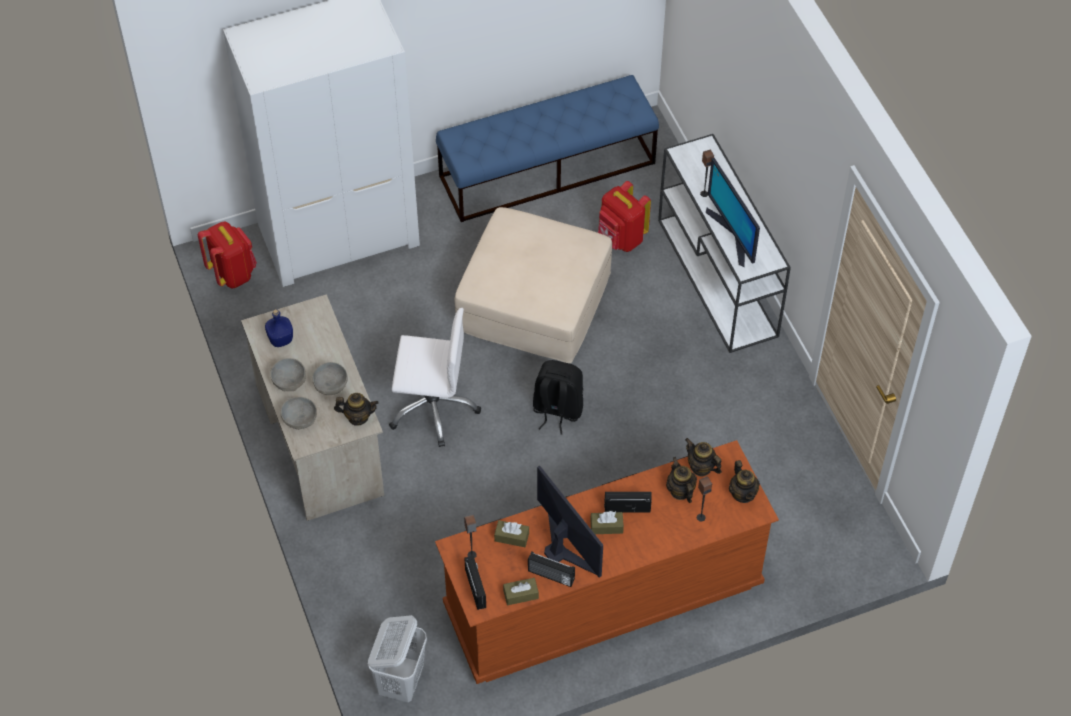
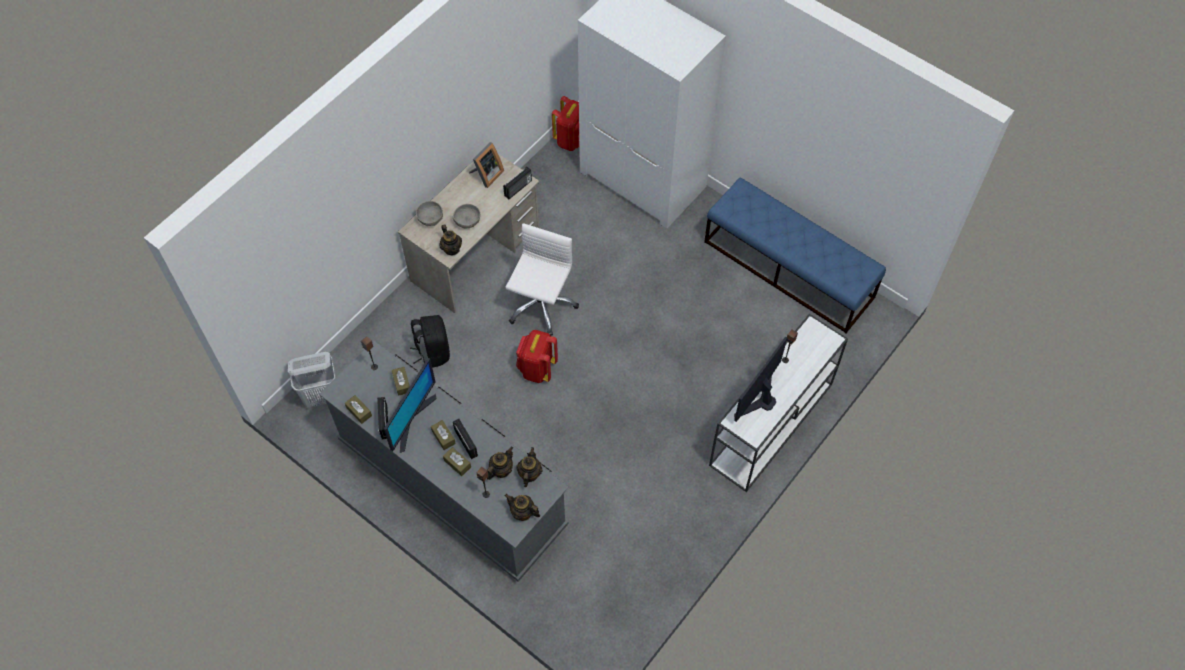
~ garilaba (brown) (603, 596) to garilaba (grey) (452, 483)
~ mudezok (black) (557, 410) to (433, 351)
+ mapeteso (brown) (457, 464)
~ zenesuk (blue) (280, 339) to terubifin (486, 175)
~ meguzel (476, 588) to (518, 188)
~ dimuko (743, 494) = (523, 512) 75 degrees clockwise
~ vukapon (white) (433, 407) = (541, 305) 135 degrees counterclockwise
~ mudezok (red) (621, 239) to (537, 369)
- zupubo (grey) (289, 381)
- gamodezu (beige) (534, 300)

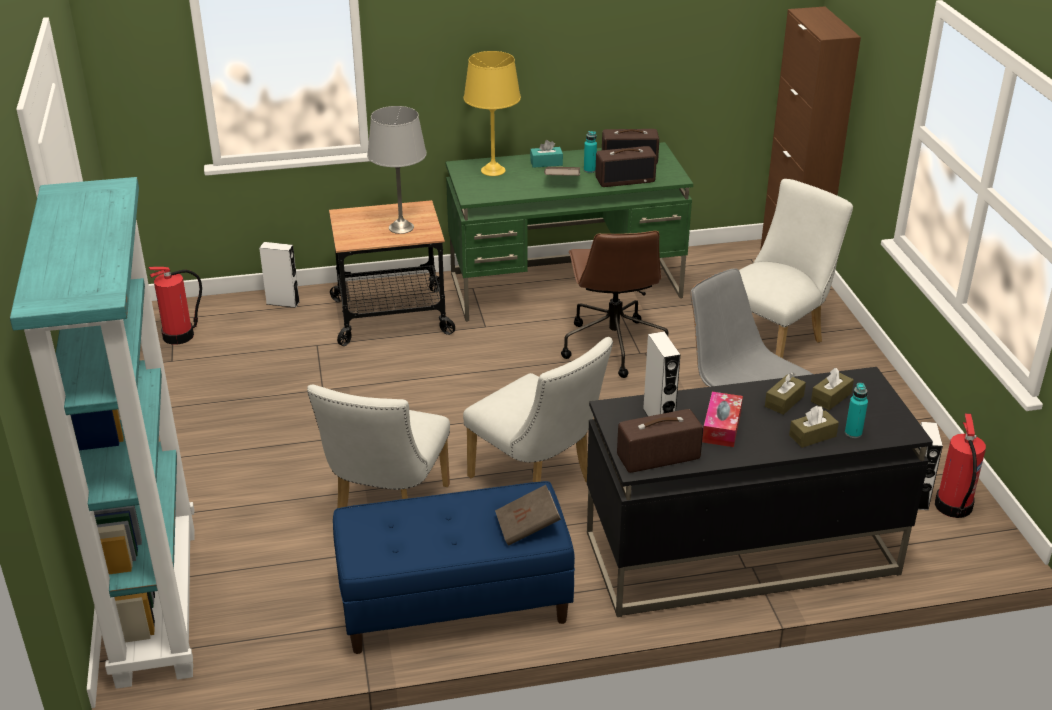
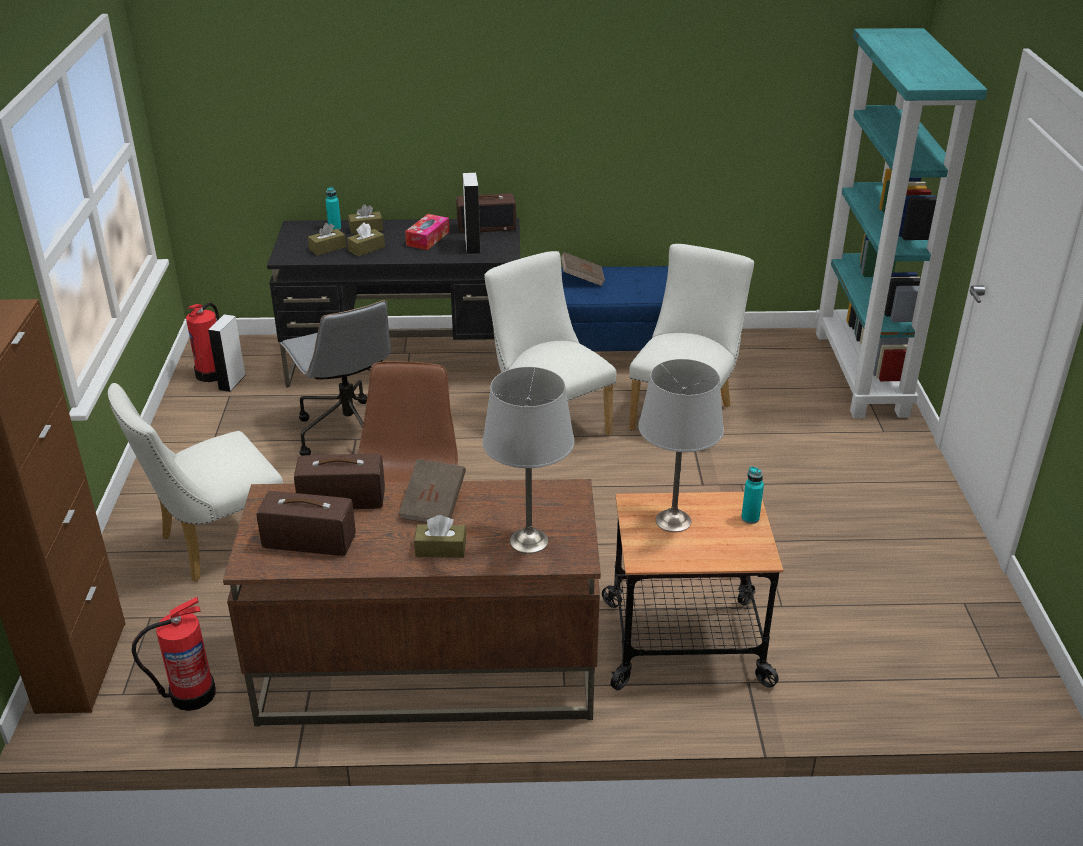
~ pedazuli (179, 335) to (191, 694)
~ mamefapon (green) (566, 286) to mamefapon (brown) (426, 671)
~ mapeteso (turquoise) (546, 163) to mapeteso (brown) (440, 549)
~ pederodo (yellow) (493, 170) to pederodo (grey) (528, 541)
~ zenesuk (turquoise) (589, 170) to (750, 518)
- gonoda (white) (283, 302)

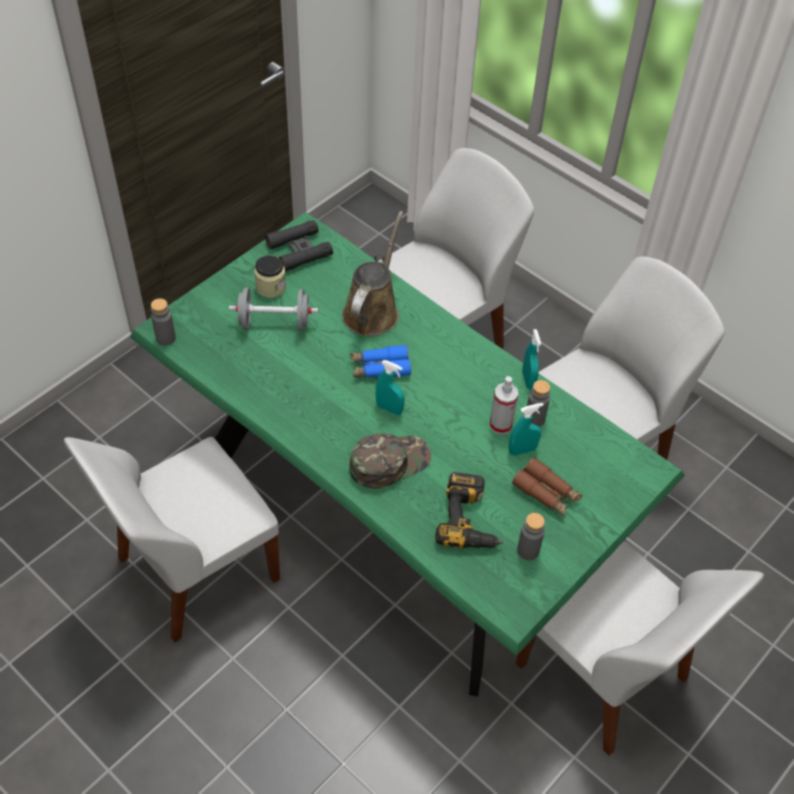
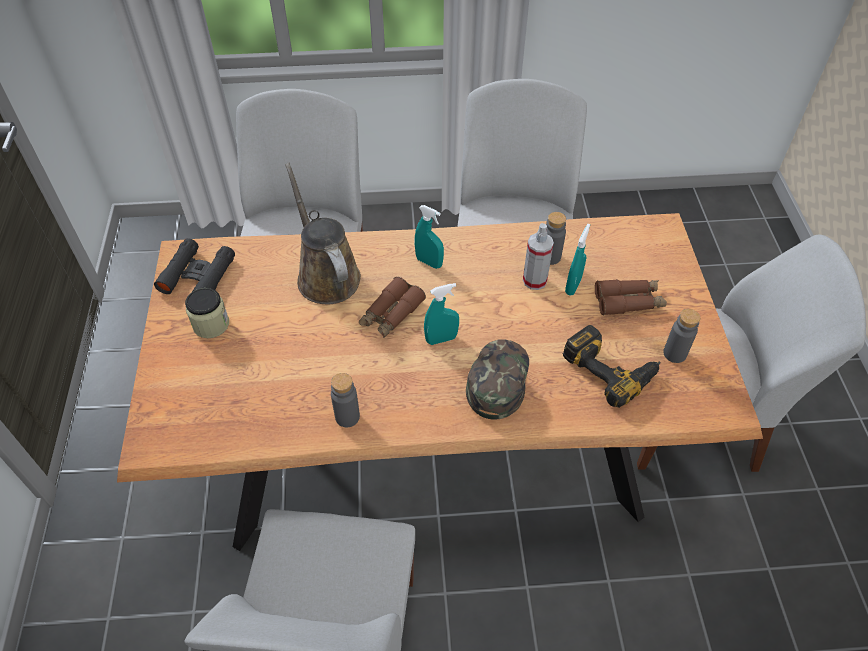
~ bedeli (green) (391, 515) to bedeli (brown) (433, 447)
~ zenesuk (grey) (165, 338) to (347, 417)
~ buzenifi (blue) (380, 367) to buzenifi (brown) (391, 314)
~ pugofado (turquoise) (528, 380) to (429, 262)
- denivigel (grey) (274, 323)

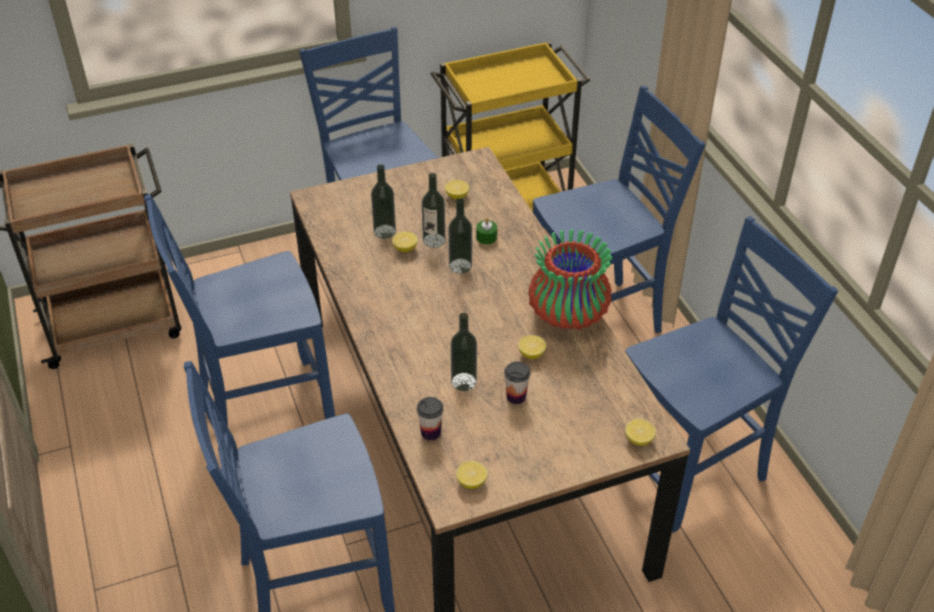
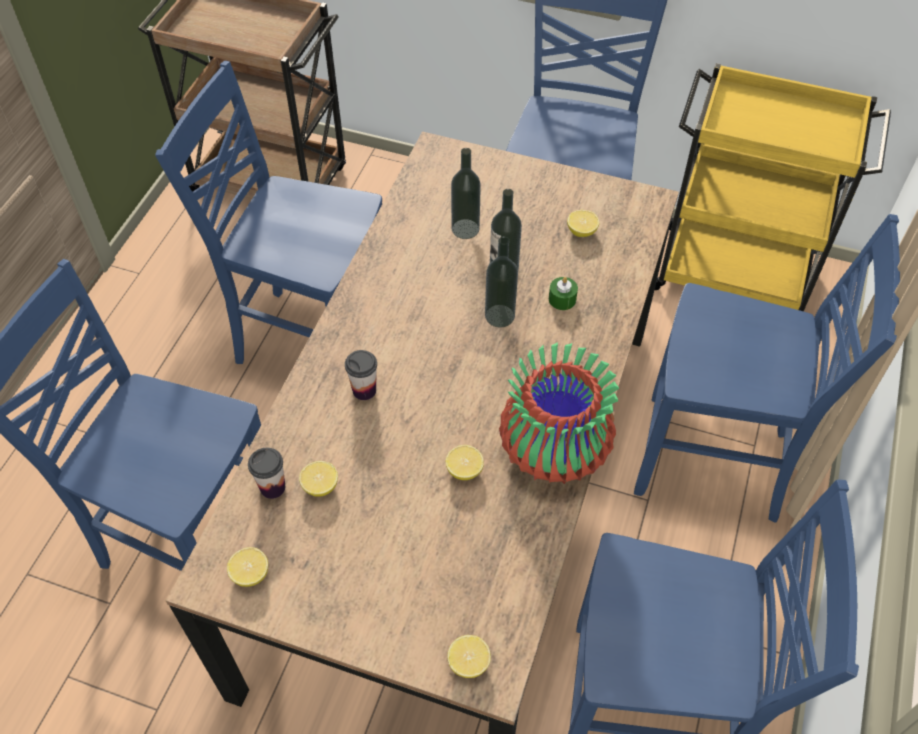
~ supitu (405, 248) to (320, 486)
~ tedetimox (516, 397) to (364, 390)
- zenesuk (463, 382)

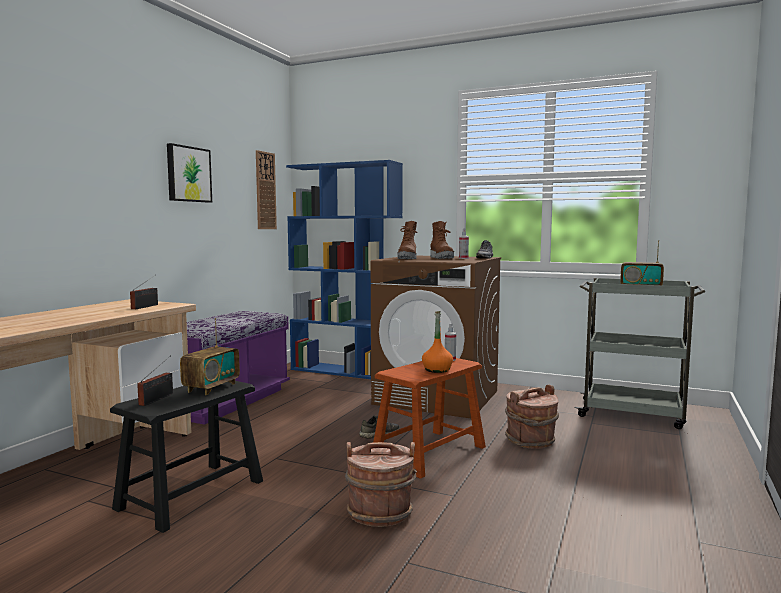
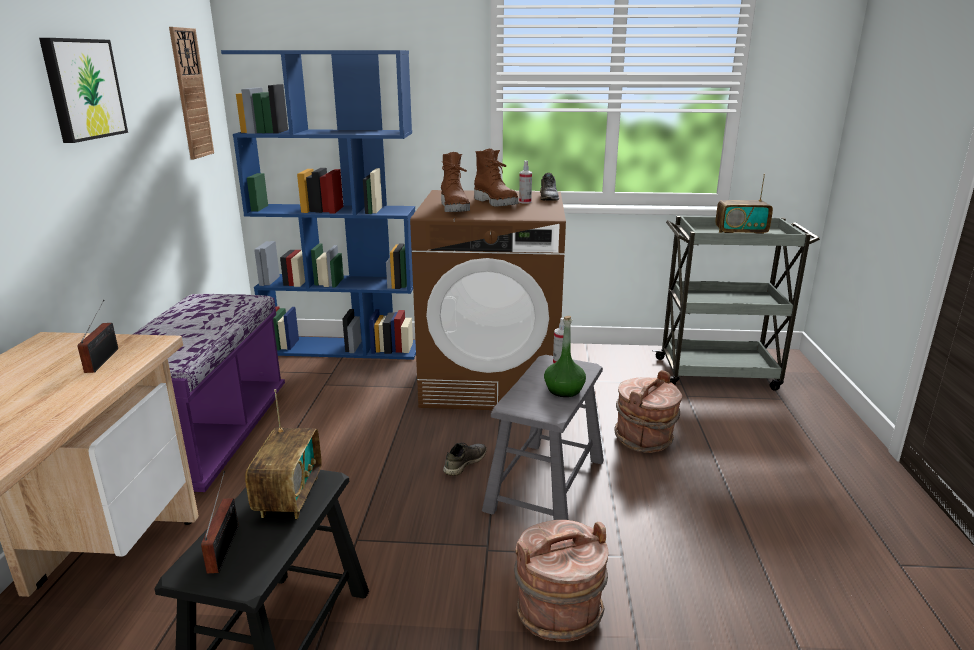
~ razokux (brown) (429, 452) to razokux (grey) (546, 485)
~ zenesuk (orange) (437, 370) to zenesuk (green) (564, 390)

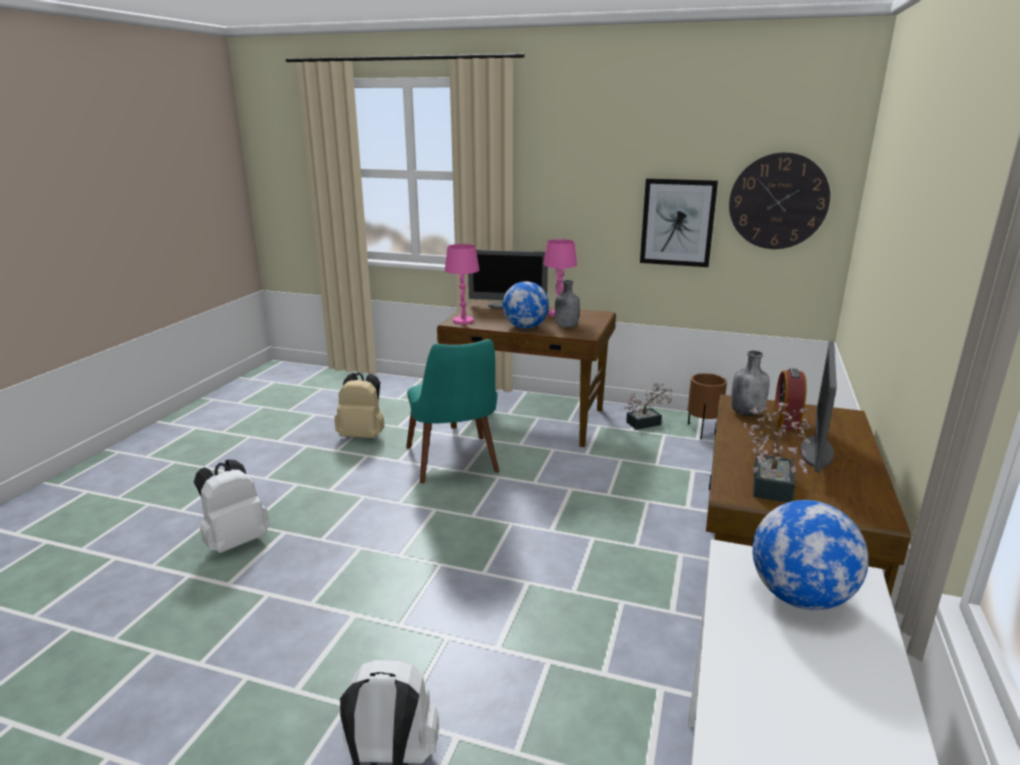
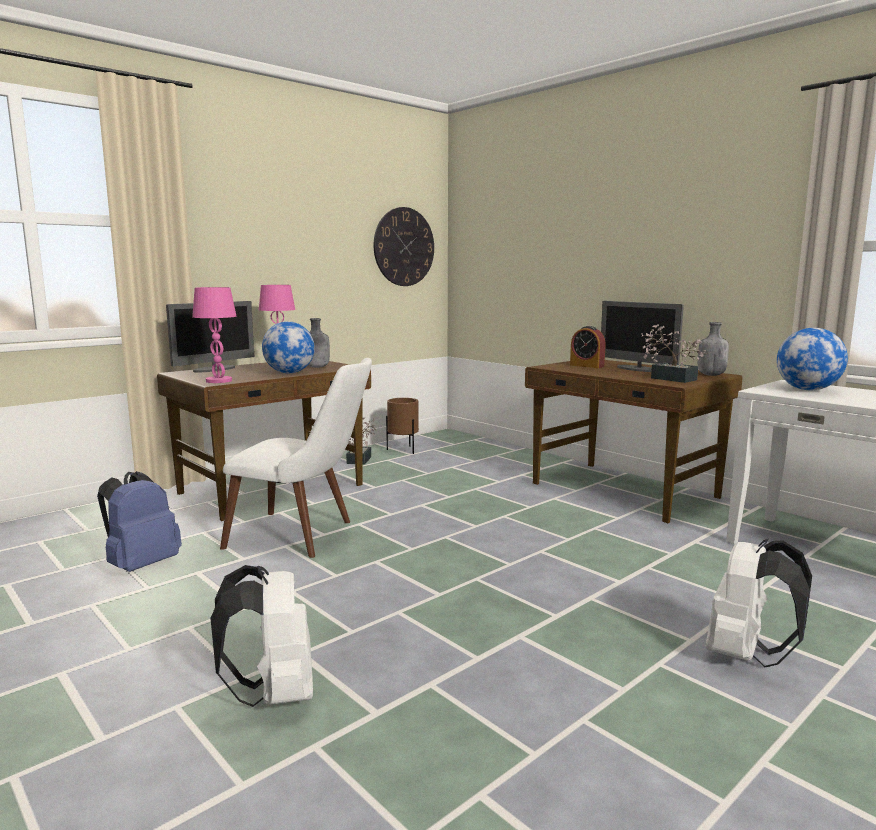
~ mudezok (beige) (363, 435) to mudezok (blue) (141, 565)
~ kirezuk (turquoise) (455, 465) to kirezuk (white) (305, 535)
~ zenesuk (grey) (746, 413) to (710, 375)
- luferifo (677, 222)

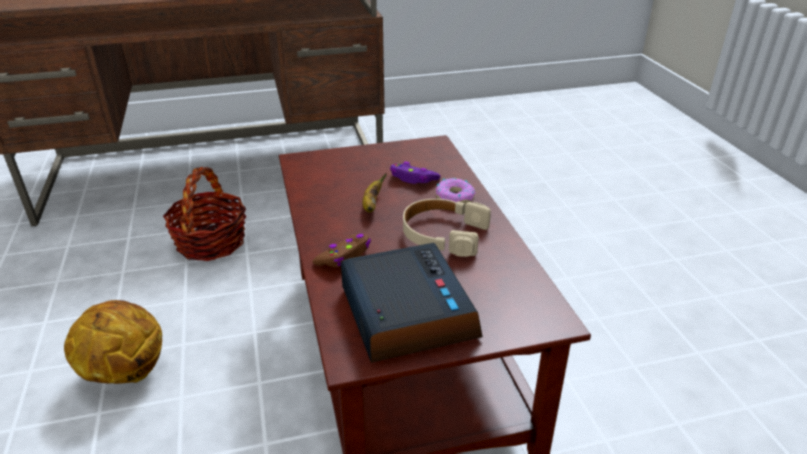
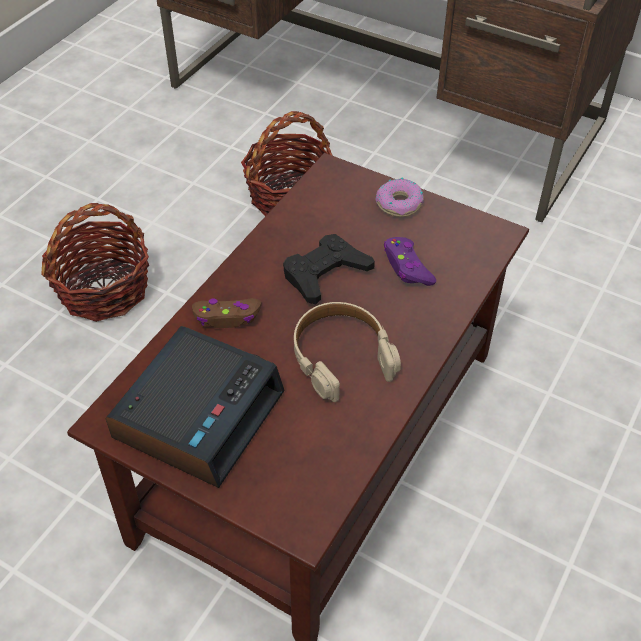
~ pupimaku (124, 373) to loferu (104, 289)
~ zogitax (372, 204) to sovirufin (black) (325, 274)
~ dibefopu (455, 198) to (399, 204)

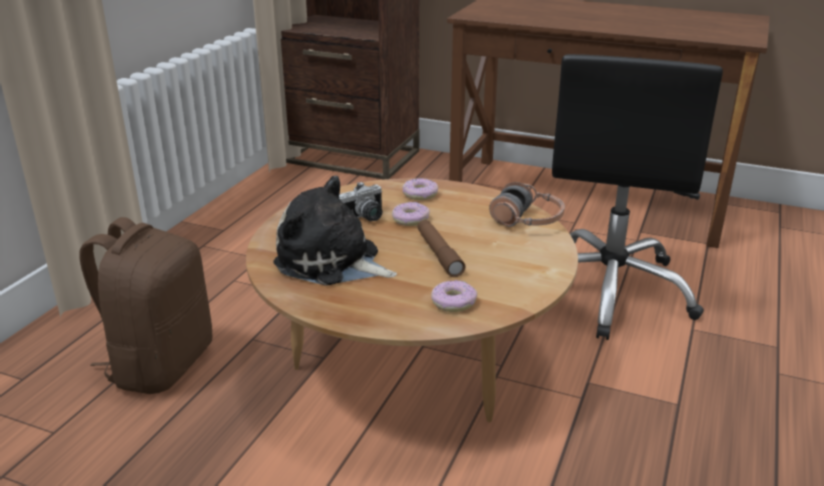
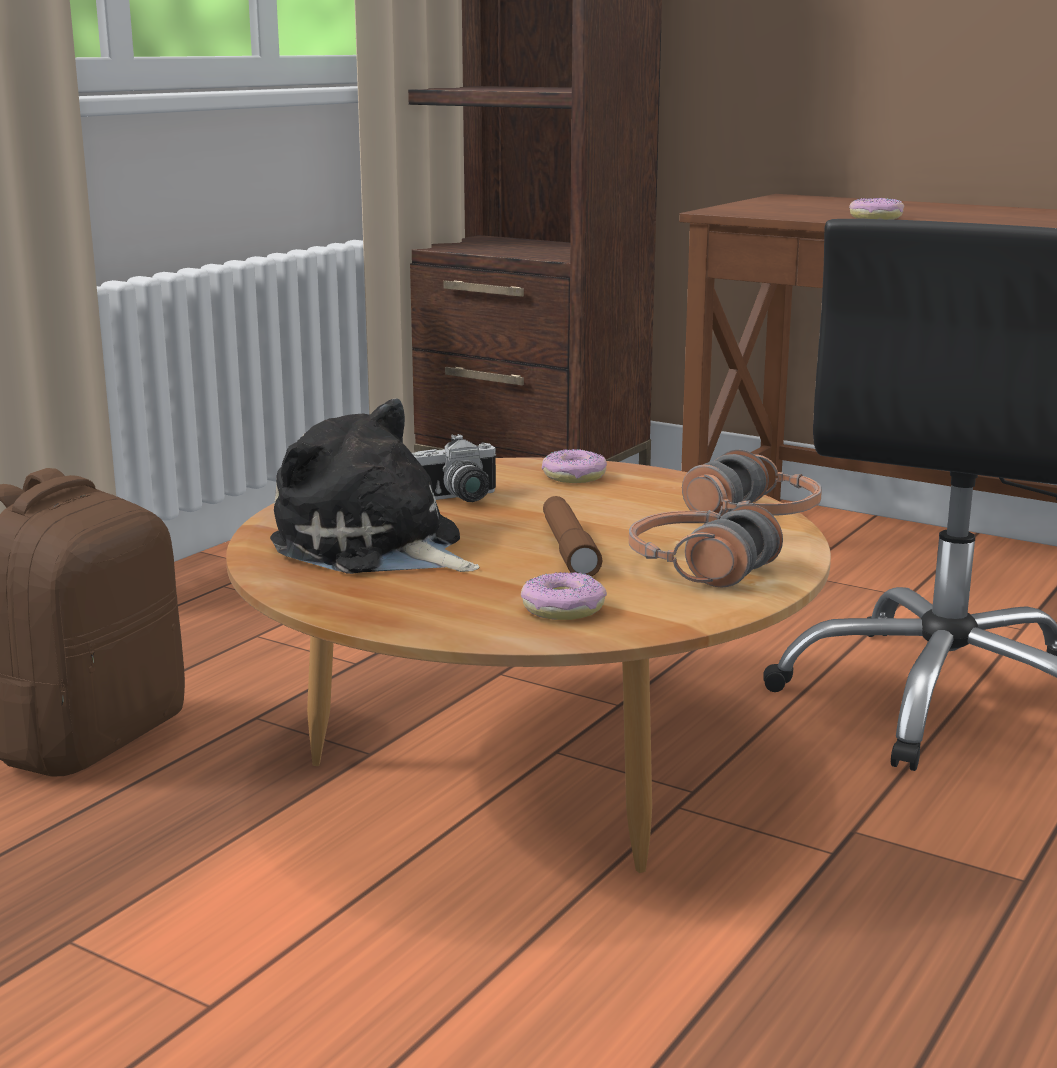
+ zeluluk (700, 568)
~ dibefopu (410, 219) to (875, 218)

